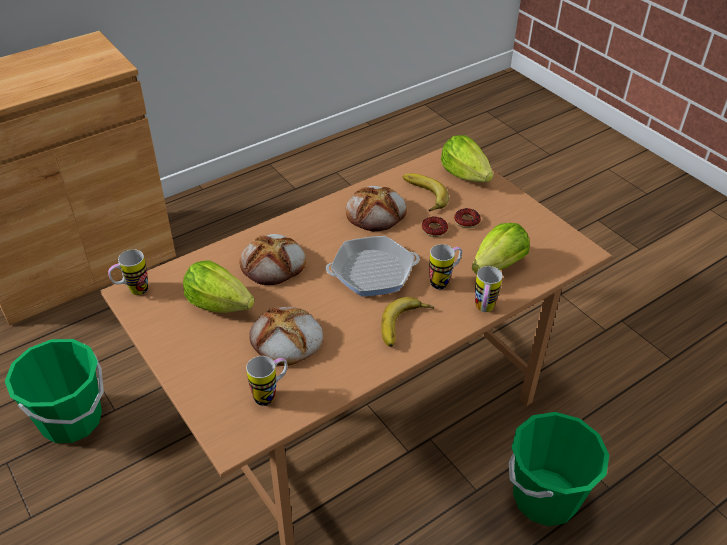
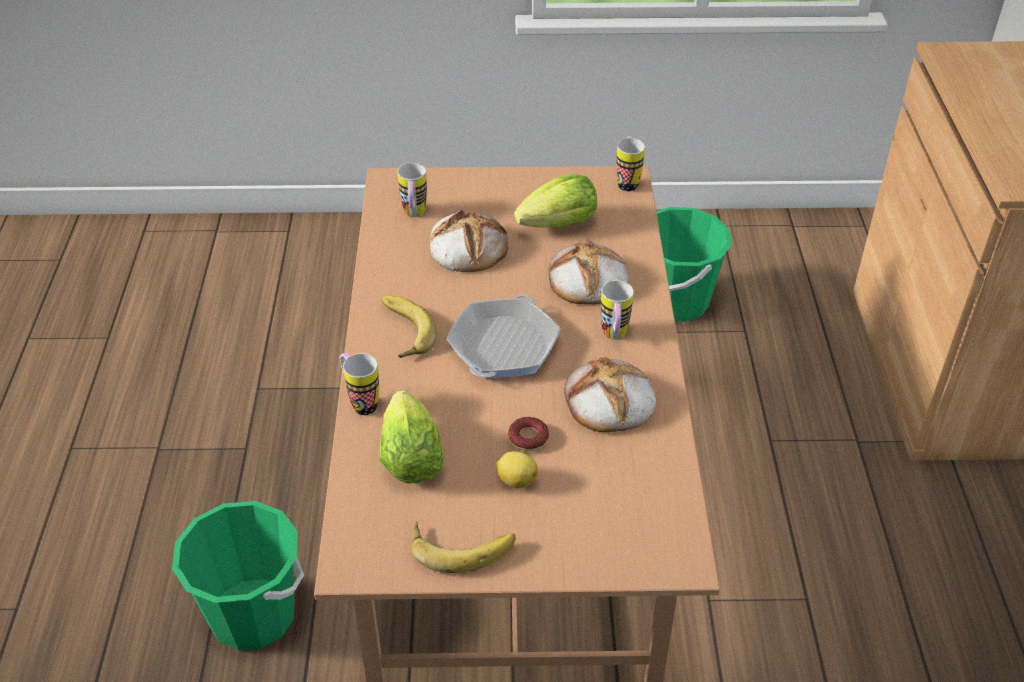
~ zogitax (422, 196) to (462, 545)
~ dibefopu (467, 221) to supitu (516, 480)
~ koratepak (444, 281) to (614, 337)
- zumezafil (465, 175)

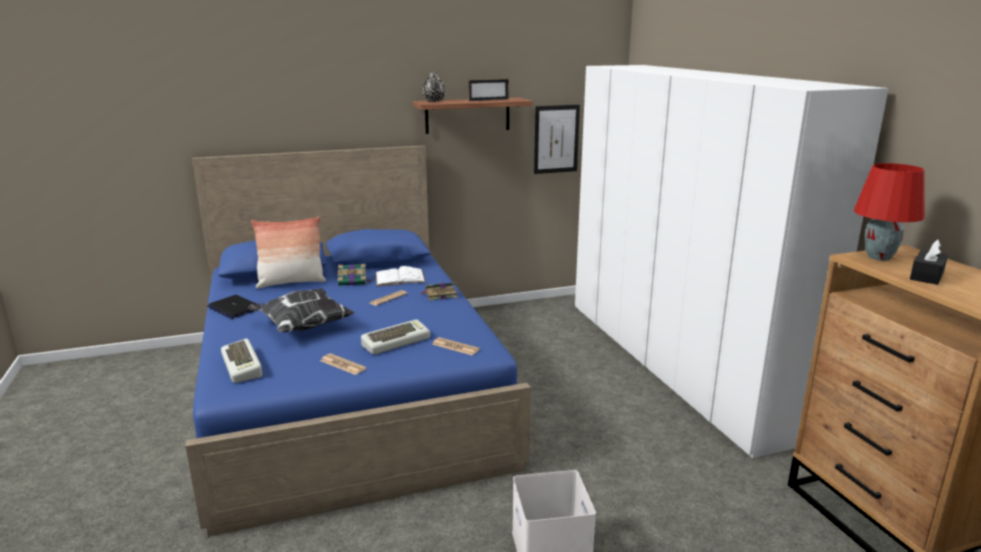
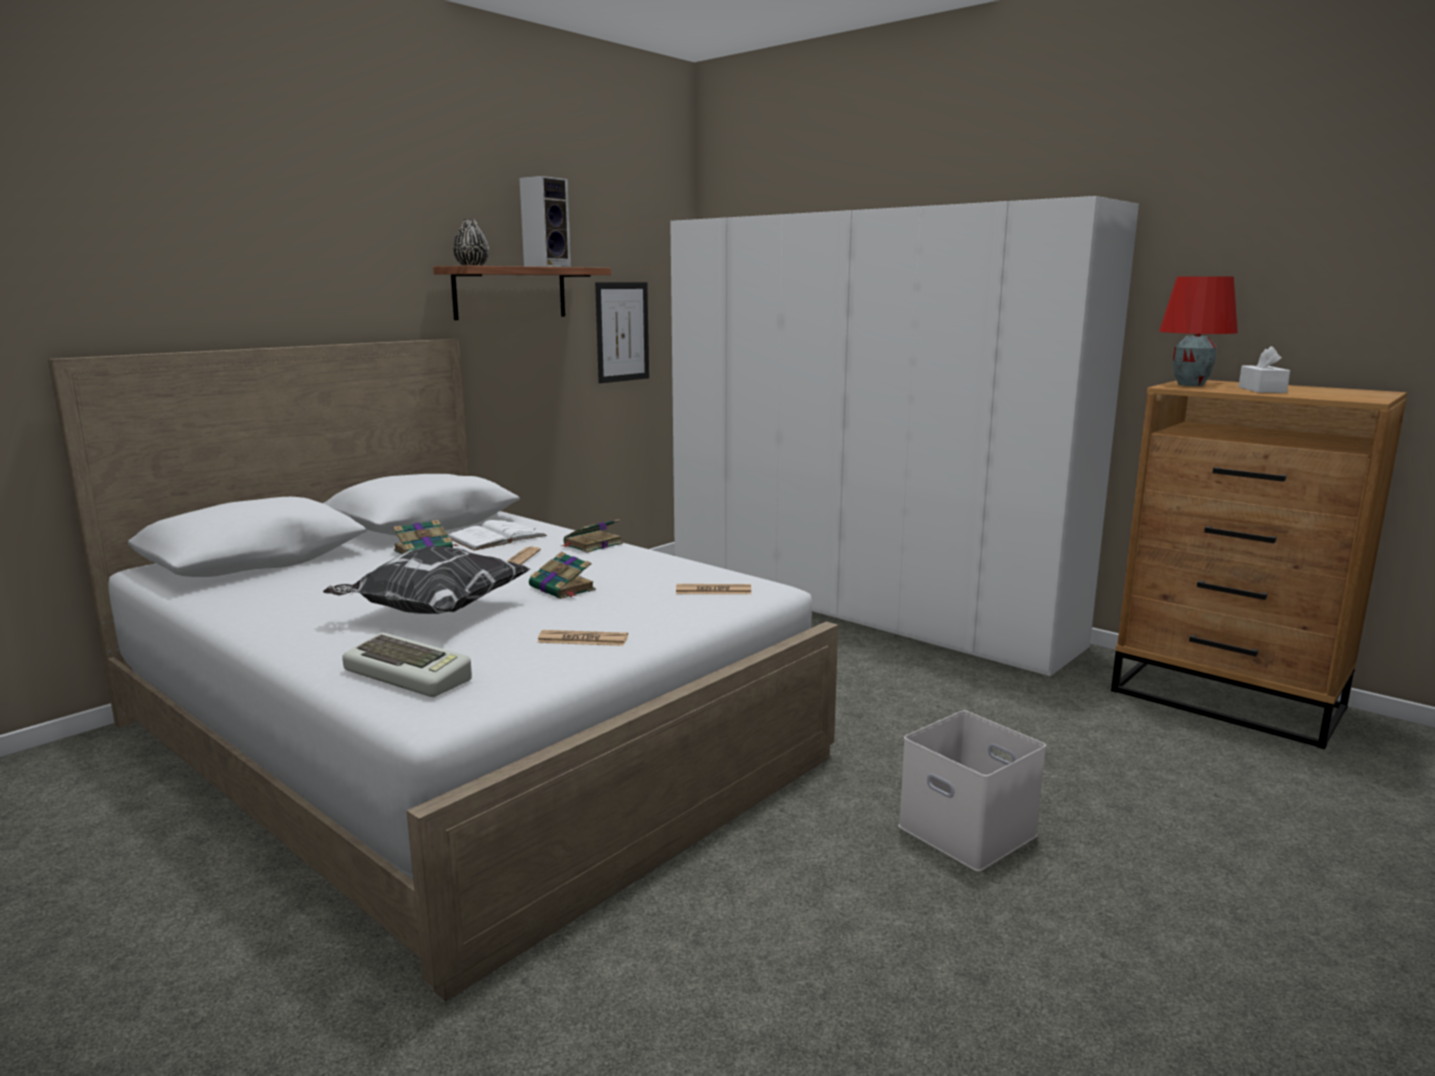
~ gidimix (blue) (349, 394) to gidimix (white) (463, 738)
~ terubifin (488, 100) to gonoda (548, 266)
+ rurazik (563, 589)
~ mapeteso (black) (926, 276) to mapeteso (white) (1261, 390)
- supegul (234, 308)
- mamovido (291, 282)
- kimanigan (396, 341)

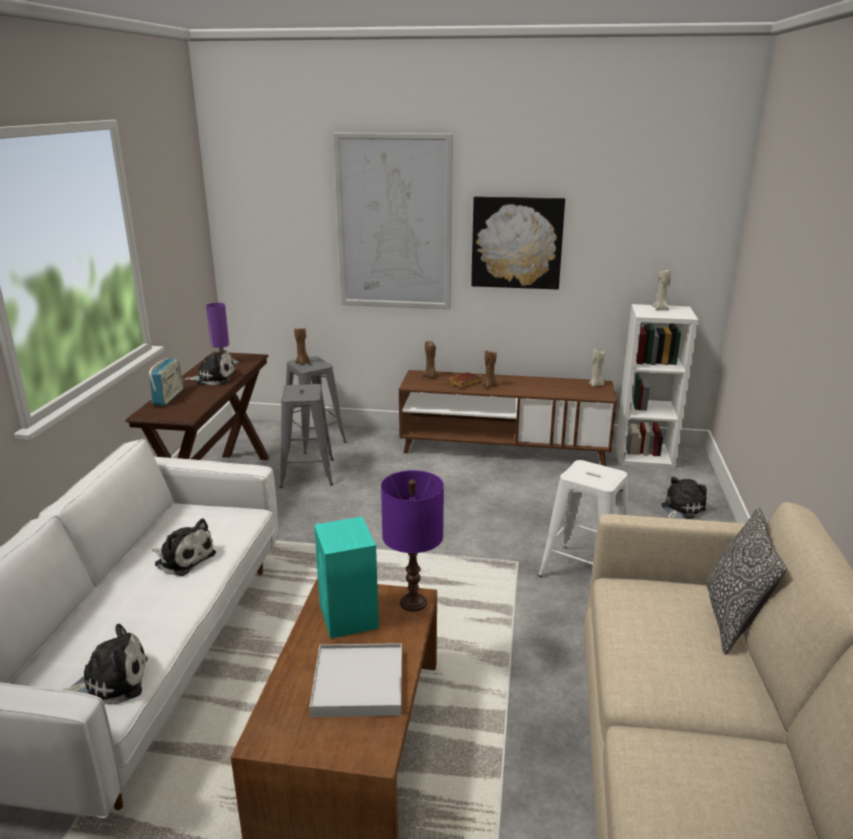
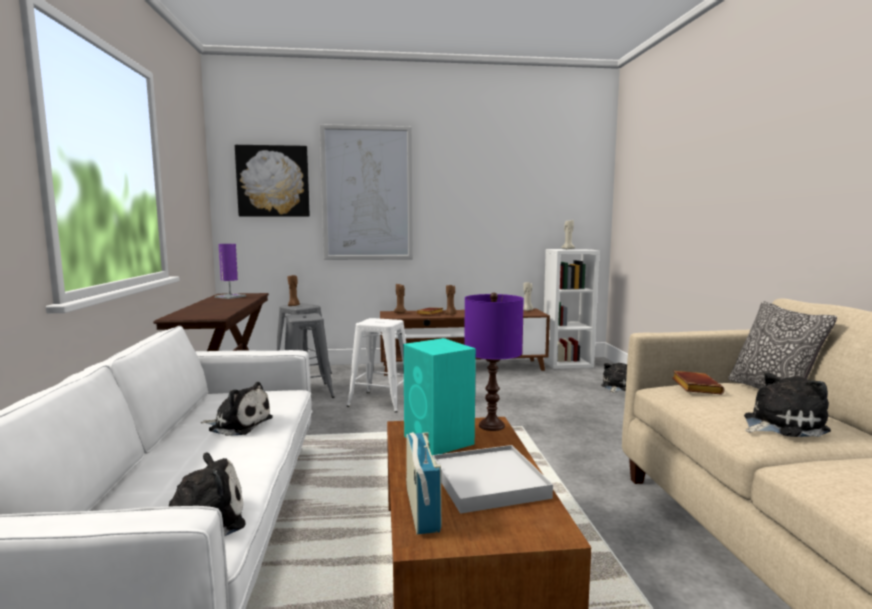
~ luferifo (517, 242) to (273, 181)
~ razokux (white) (584, 572) to (381, 402)
~ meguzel (168, 397) to (422, 509)
+ rurazik (brown) (694, 387)
~ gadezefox (213, 378) to (780, 425)

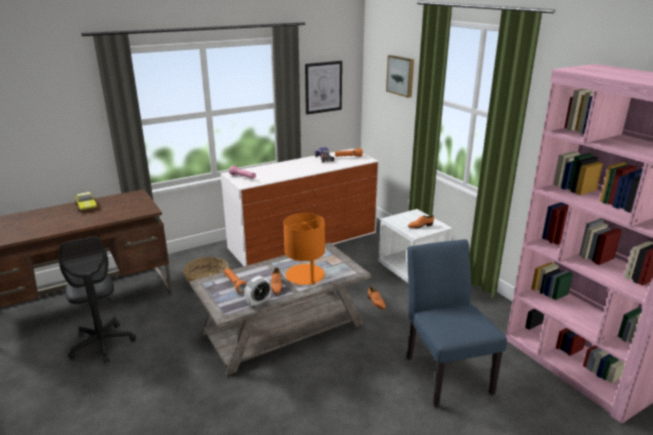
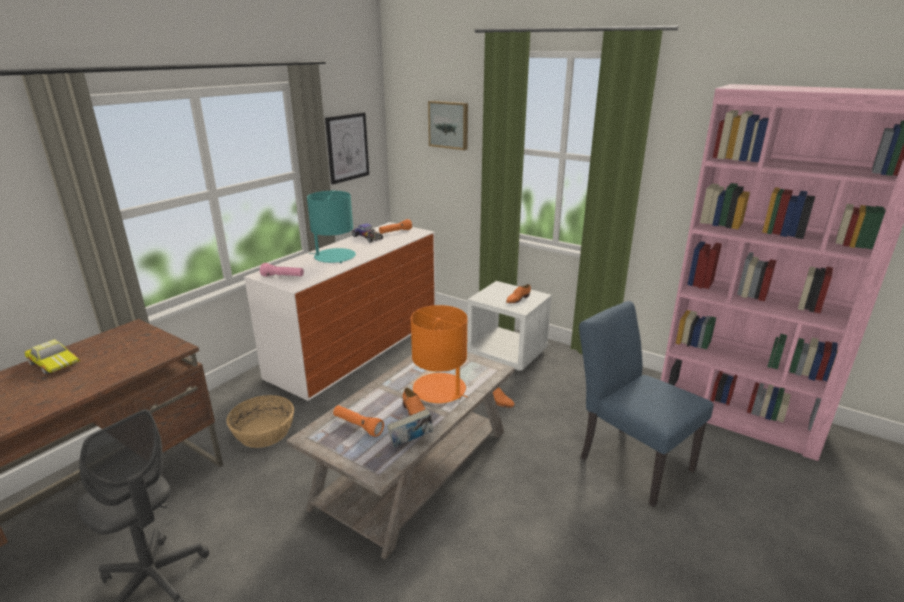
+ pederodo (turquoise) (334, 257)
~ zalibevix (258, 302) to rurazik (411, 442)

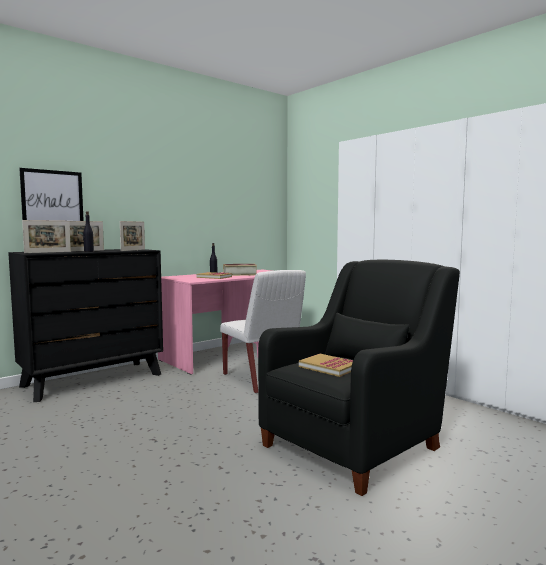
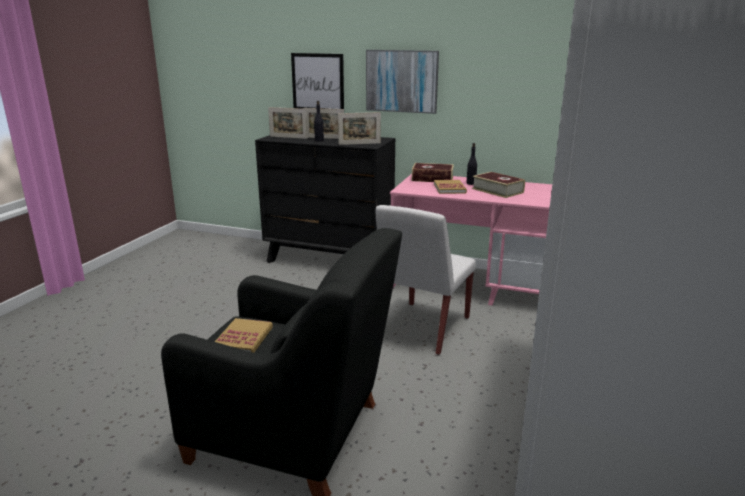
+ luferifo (402, 81)
+ rurazik (432, 178)

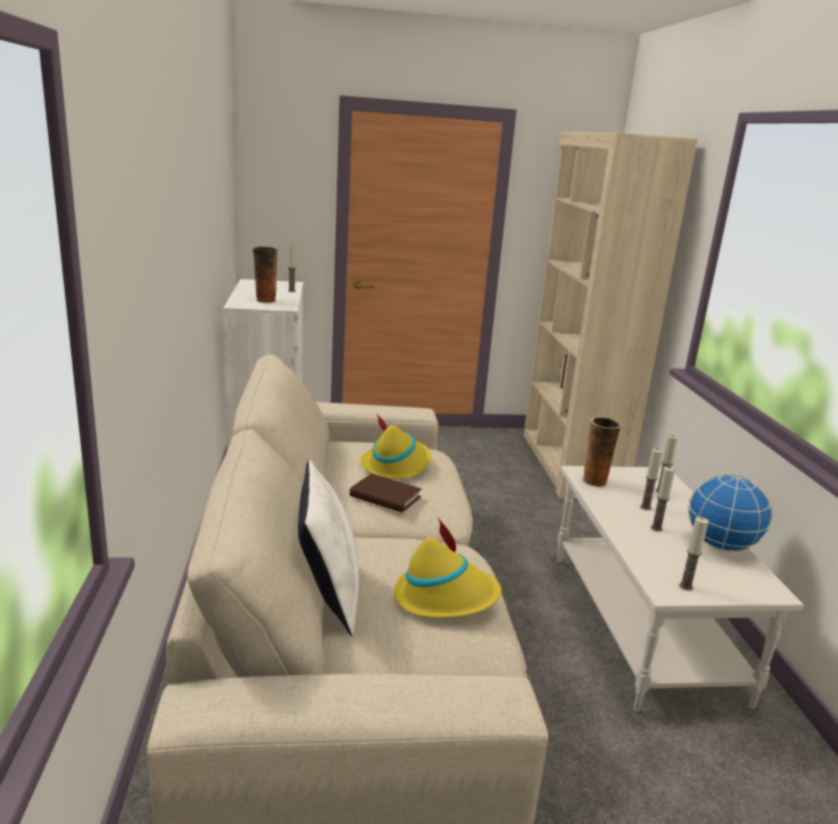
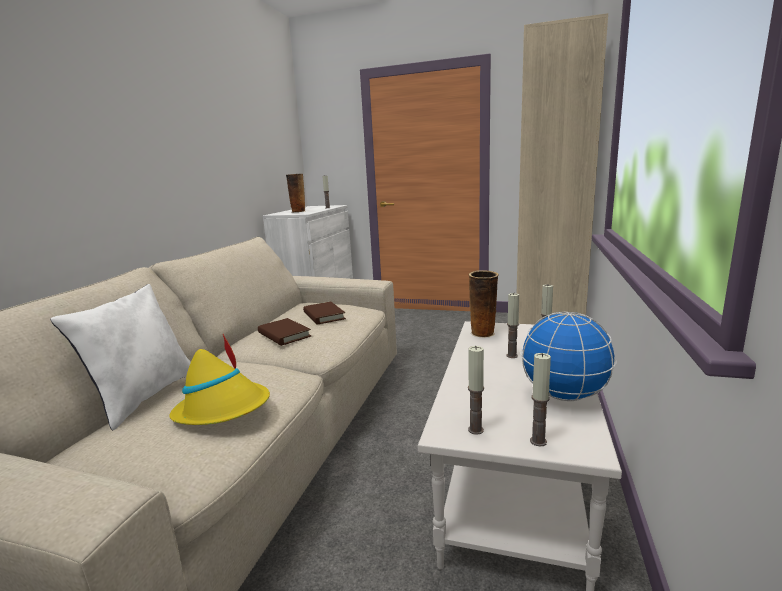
~ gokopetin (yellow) (396, 465) to rurazik (brown) (324, 316)
~ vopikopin (656, 528) to (538, 441)

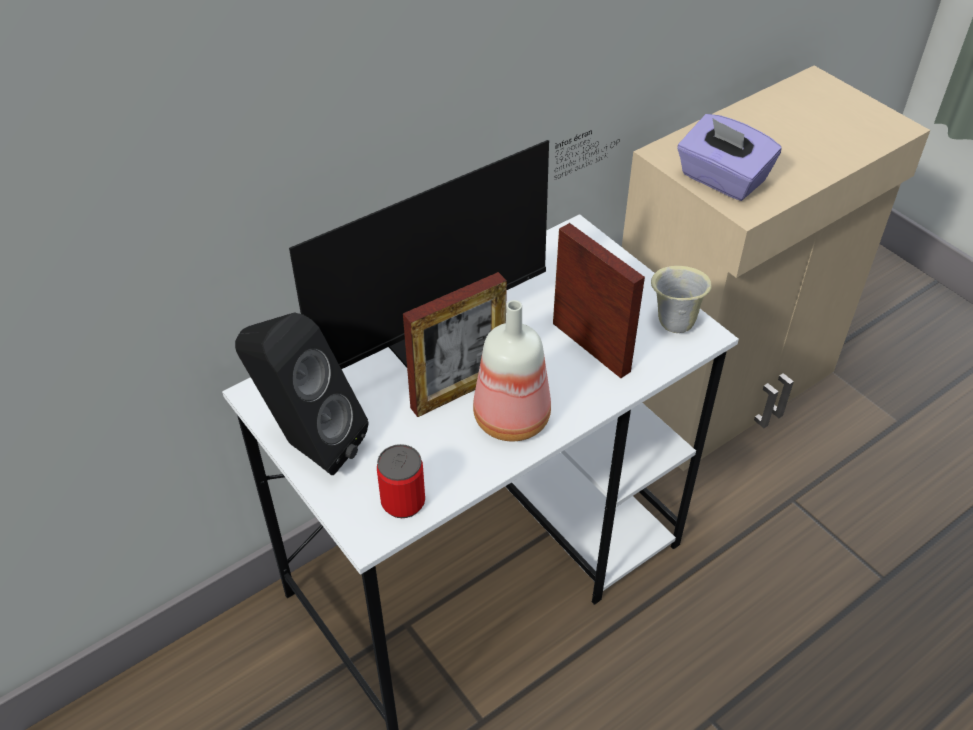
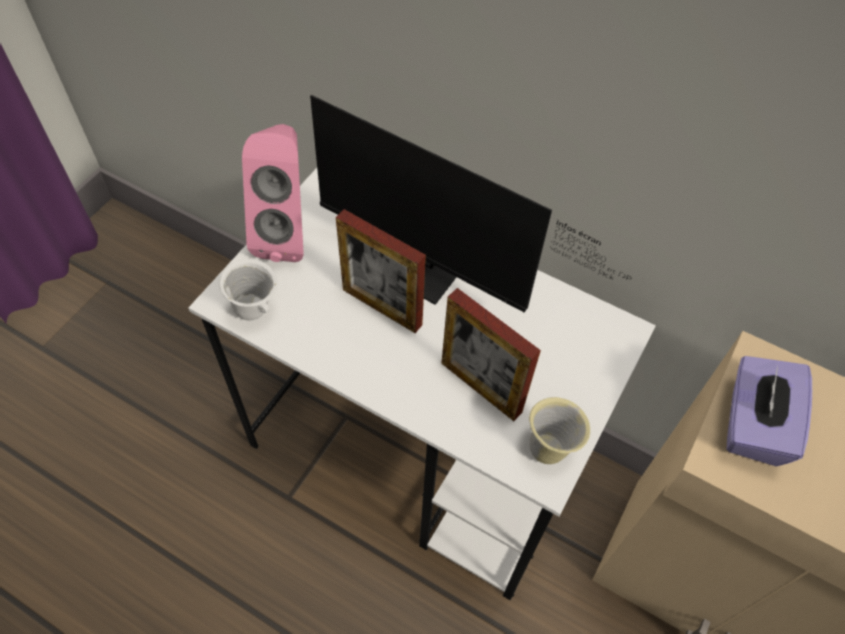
~ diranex (403, 502) to koratepak (white) (256, 311)
~ gonoda (black) (308, 445) to gonoda (pink) (287, 234)
~ terubifin (590, 347) = (481, 387) 105 degrees clockwise
- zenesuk (511, 416)

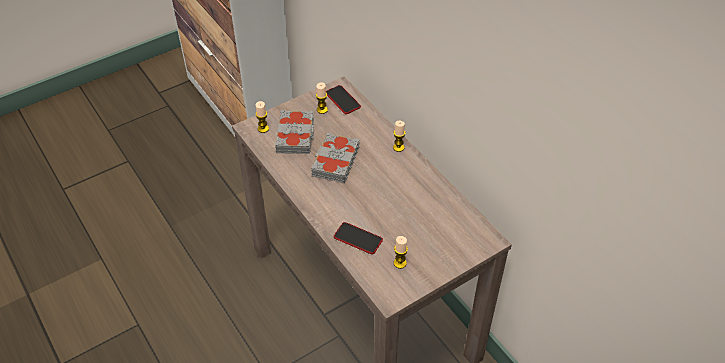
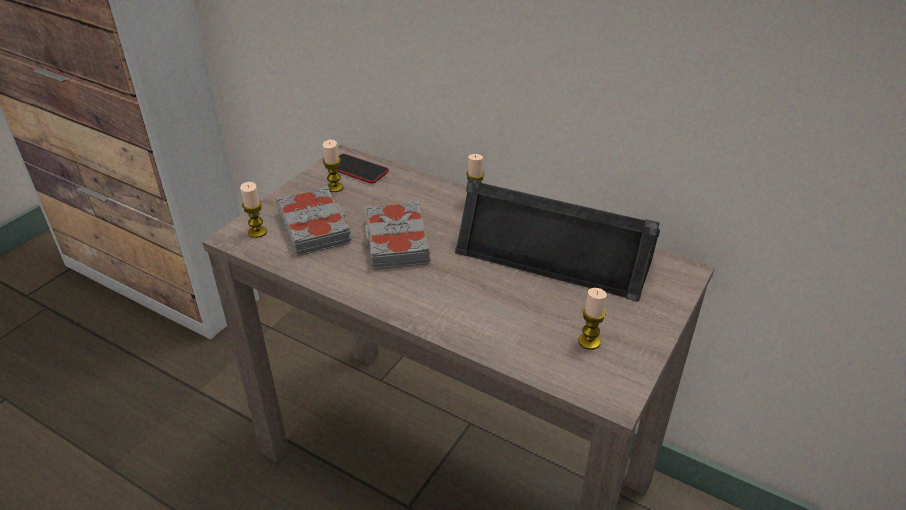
+ gonoda (black) (555, 252)
- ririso (358, 238)

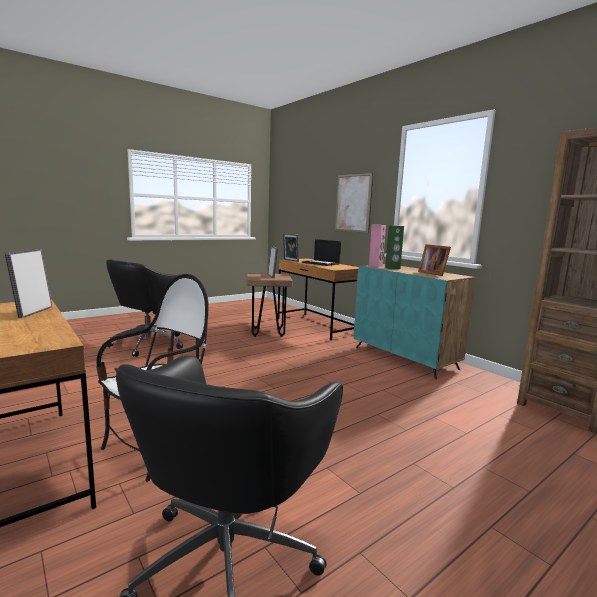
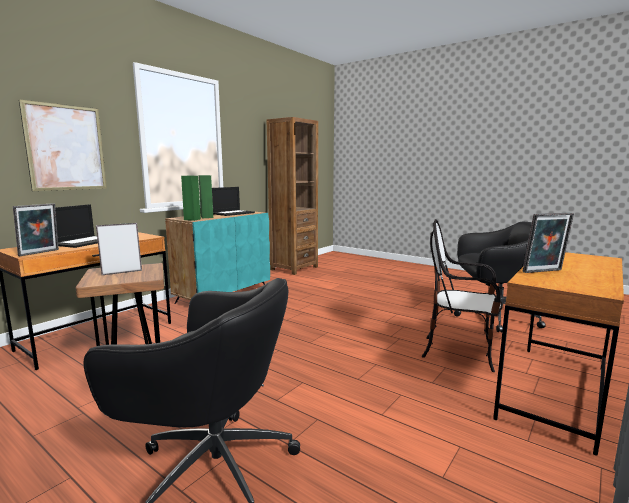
~ gonoda (pink) (375, 266) to gonoda (green) (192, 219)
~ terubifin (433, 273) to supegul (233, 213)

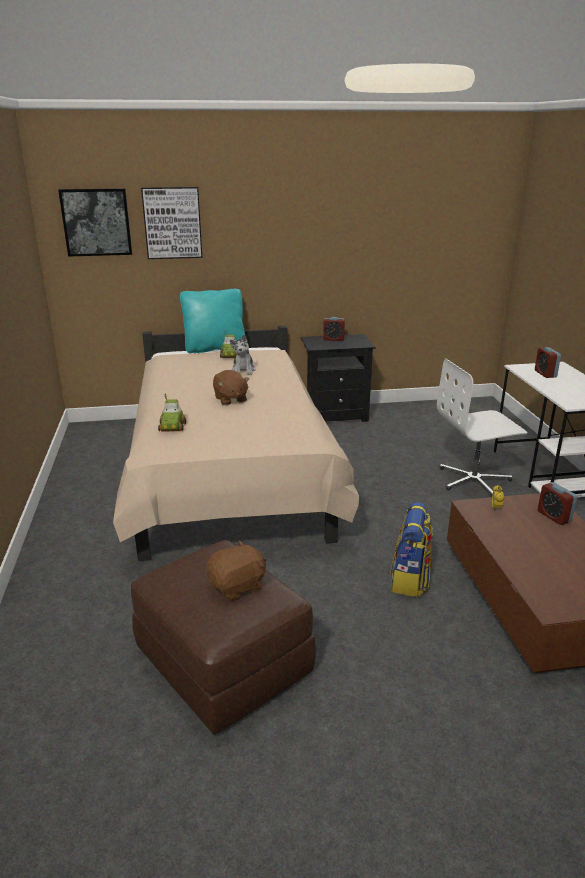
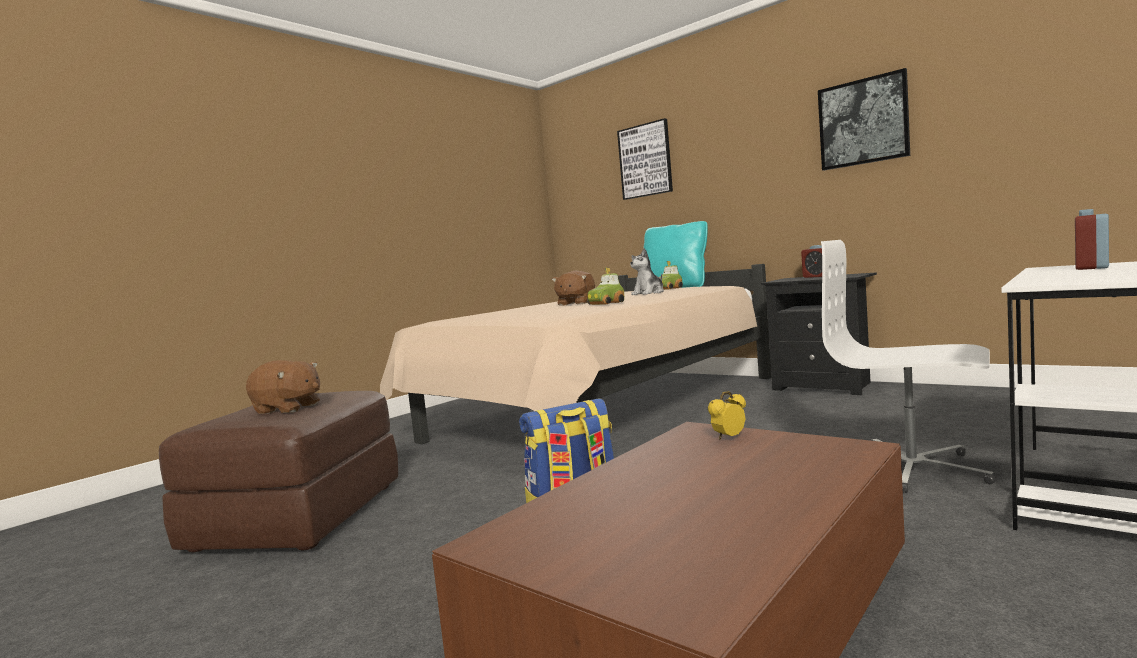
~ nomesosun (172, 427) to (606, 303)
~ luferifo (96, 222) to (863, 122)
- zalibevix (554, 516)

